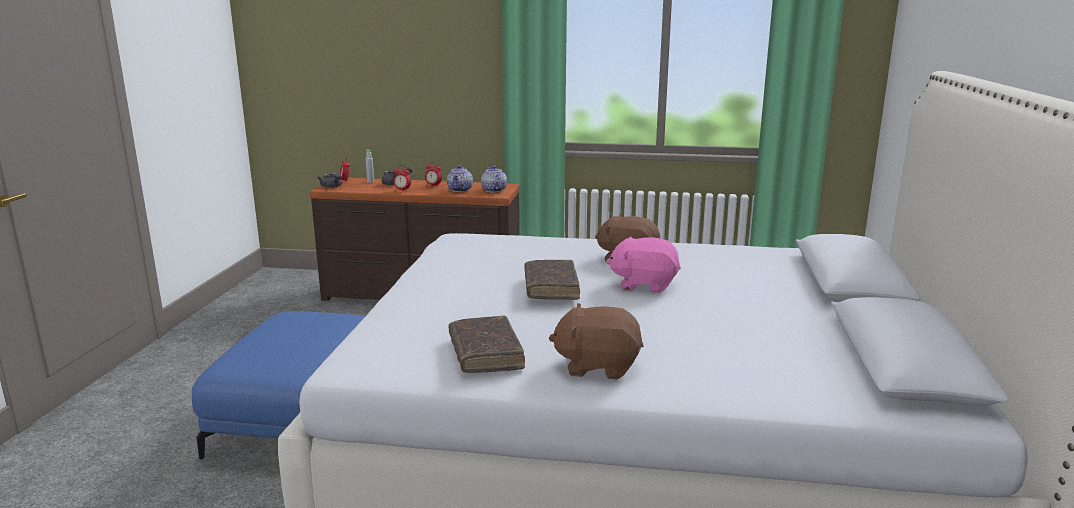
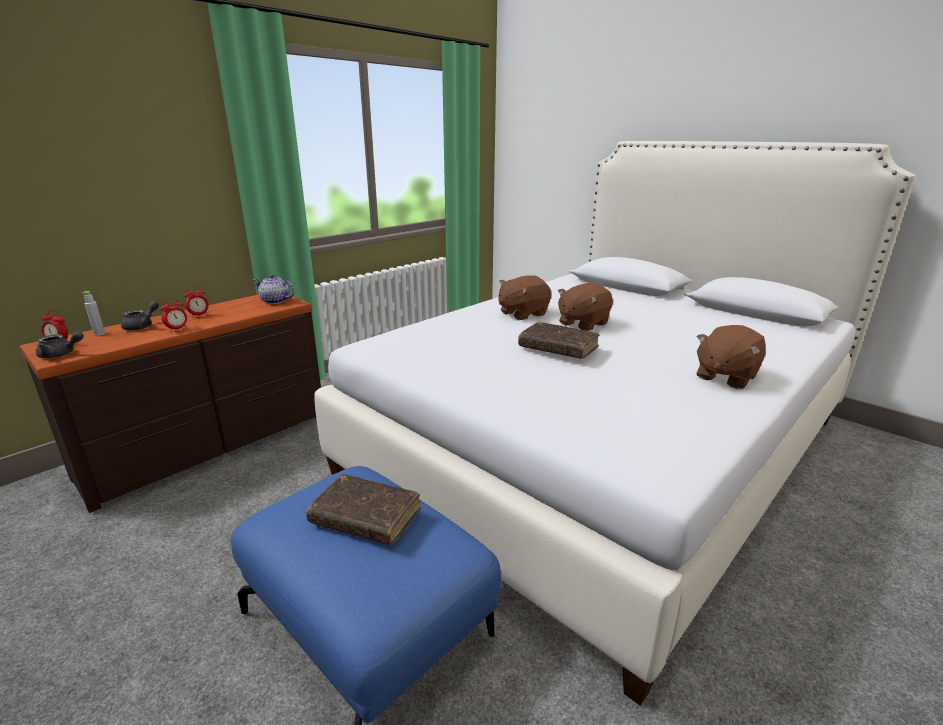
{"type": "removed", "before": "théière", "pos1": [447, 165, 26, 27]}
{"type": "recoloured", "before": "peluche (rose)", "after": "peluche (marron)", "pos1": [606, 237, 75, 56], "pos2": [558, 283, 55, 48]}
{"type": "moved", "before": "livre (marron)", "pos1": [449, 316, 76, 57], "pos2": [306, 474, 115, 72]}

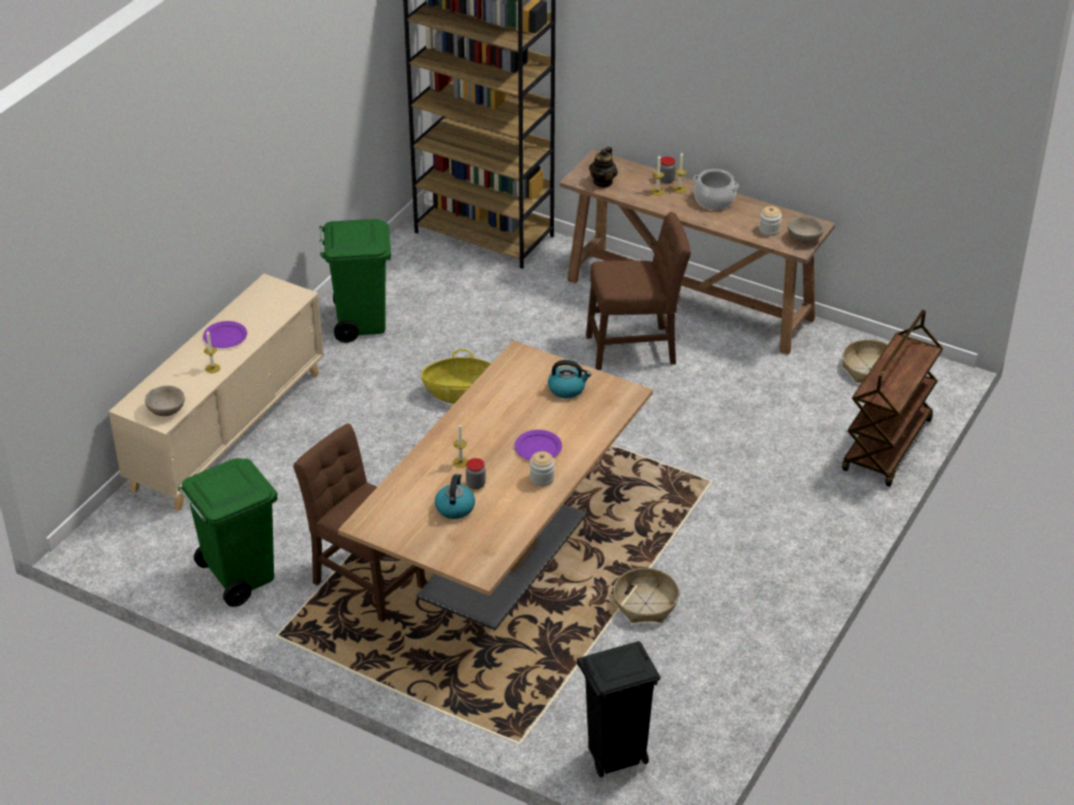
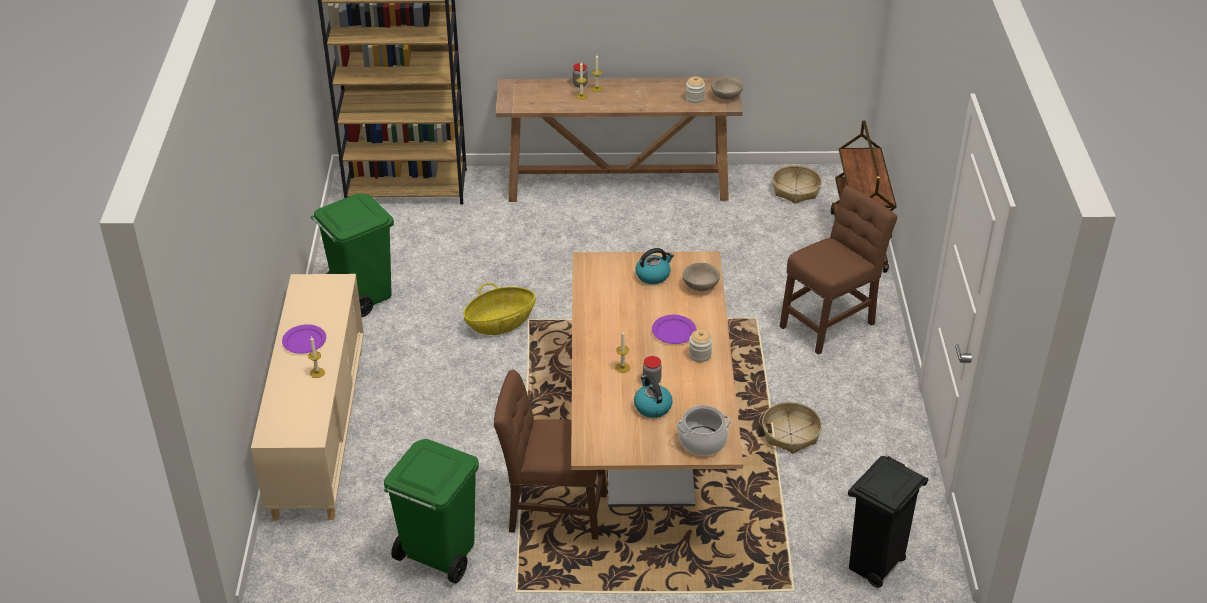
{"type": "removed", "before": "théière", "pos1": [589, 147, 29, 41]}
{"type": "moved", "before": "marmite", "pos1": [693, 169, 46, 41], "pos2": [676, 405, 55, 51]}
{"type": "moved", "before": "chaise (marron)", "pos1": [586, 212, 105, 158], "pos2": [779, 185, 118, 170]}
{"type": "moved", "before": "bol (beige)", "pos1": [145, 386, 40, 30], "pos2": [682, 263, 38, 28]}

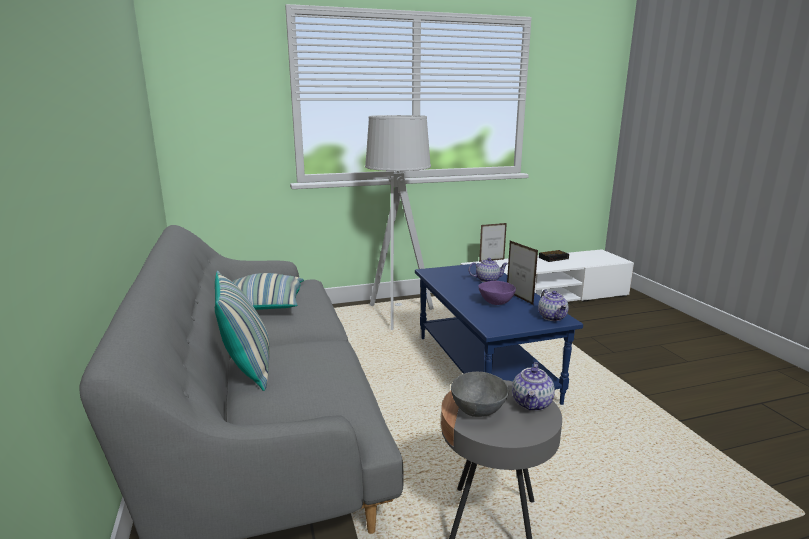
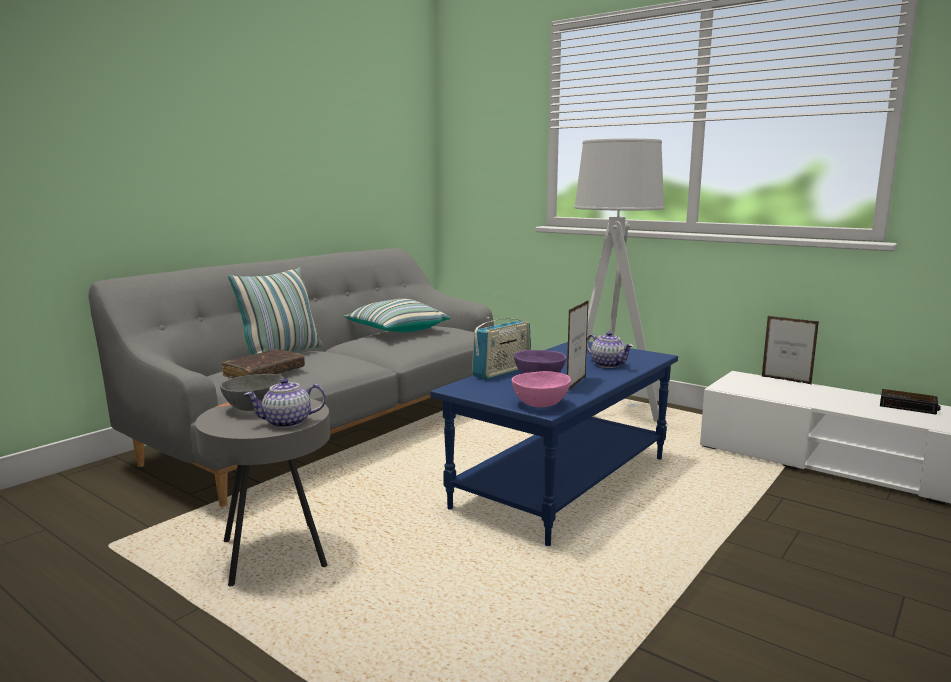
{"type": "replaced", "before": "théière", "after": "bol (rose)", "pos1": [538, 289, 30, 32], "pos2": [512, 371, 59, 36]}
{"type": "added", "after": "radio", "pos2": [472, 317, 59, 63]}
{"type": "added", "after": "livre (marron)", "pos2": [221, 349, 84, 29]}

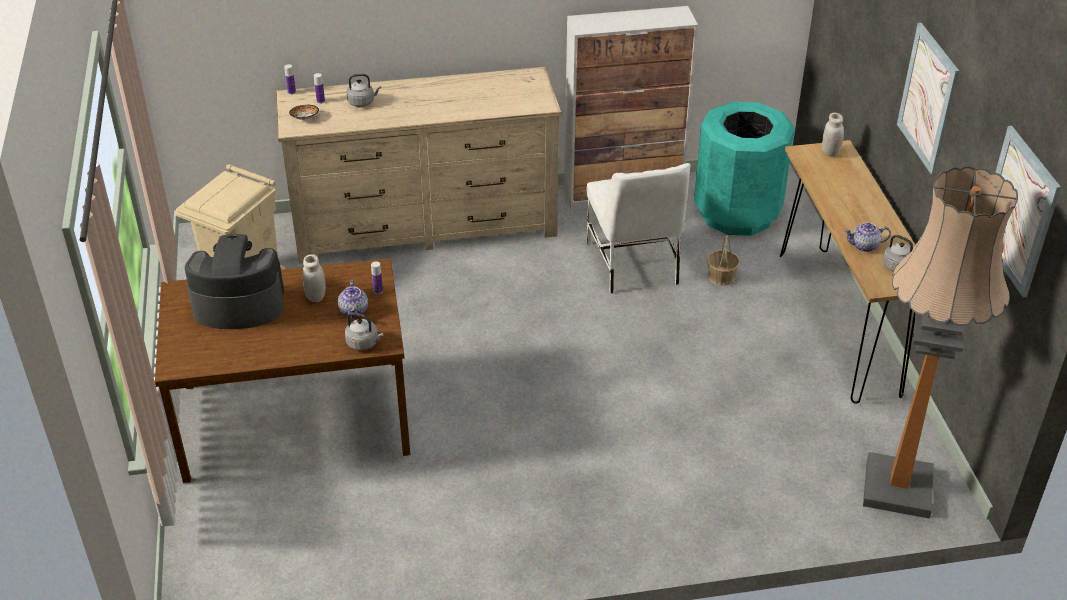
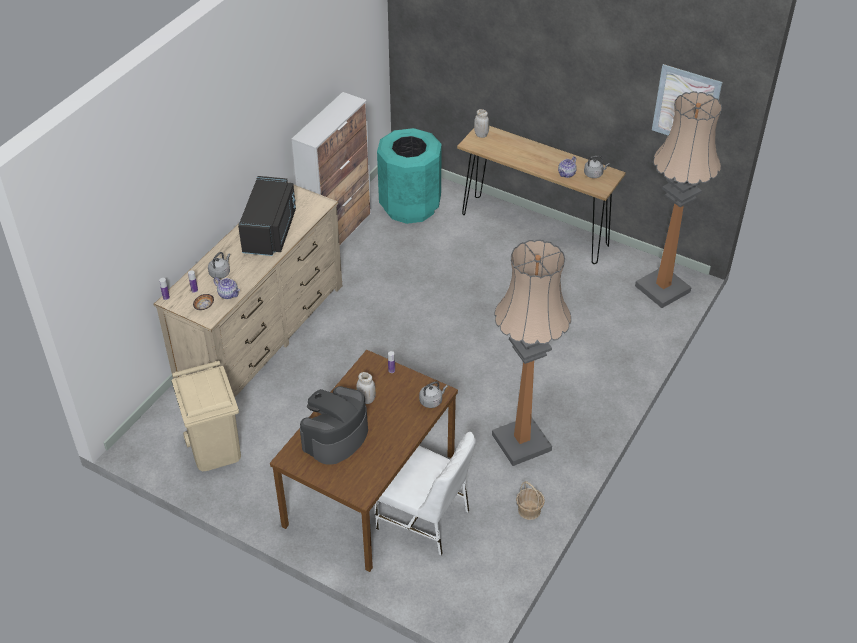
{"type": "removed", "before": "tableau", "pos1": [897, 23, 62, 152]}
{"type": "moved", "before": "chaise (blanc)", "pos1": [586, 163, 104, 131], "pos2": [375, 432, 101, 124]}
{"type": "moved", "before": "panier", "pos1": [707, 235, 33, 51], "pos2": [516, 481, 29, 39]}
{"type": "moved", "before": "théière", "pos1": [338, 280, 30, 39], "pos2": [214, 277, 26, 22]}
{"type": "added", "after": "micro-ondes (noir)", "pos2": [238, 176, 58, 80]}
{"type": "added", "after": "lampadaire", "pos2": [492, 240, 79, 226]}

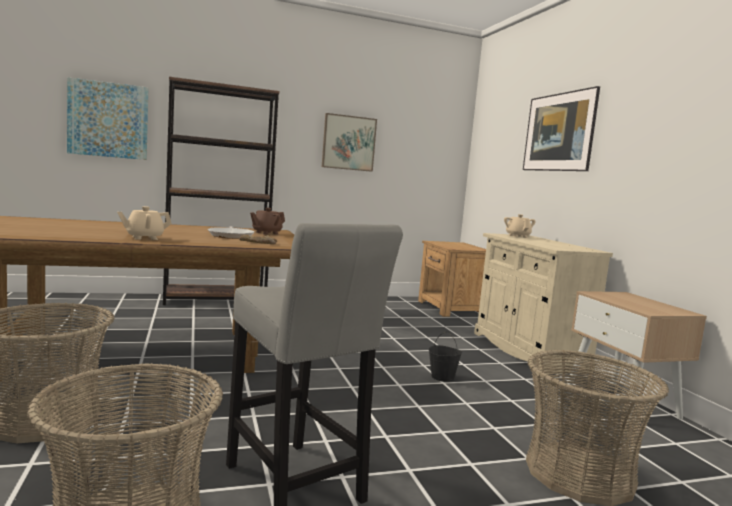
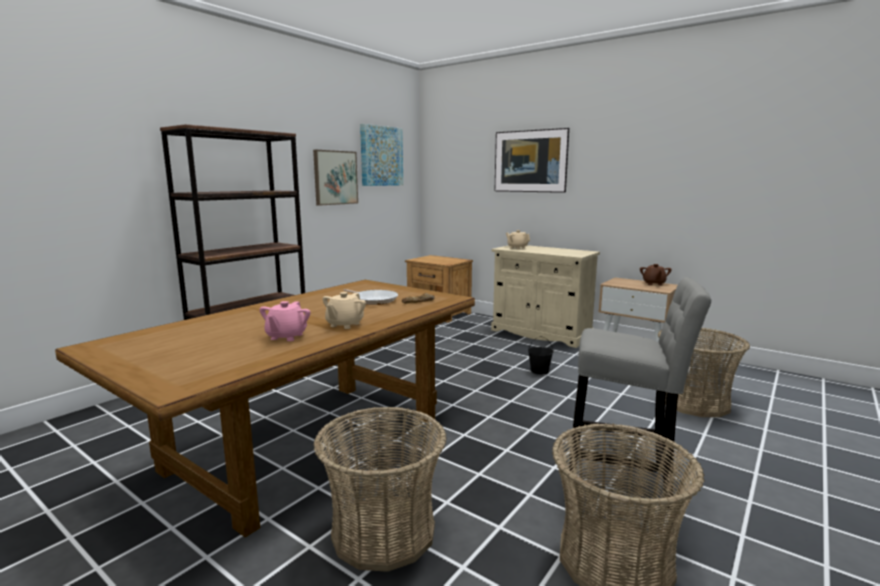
{"type": "moved", "before": "tableau", "pos1": [67, 77, 81, 83], "pos2": [360, 124, 43, 62]}
{"type": "moved", "before": "théière (marron)", "pos1": [250, 208, 35, 27], "pos2": [640, 264, 32, 22]}
{"type": "added", "after": "théière (rose)", "pos2": [260, 301, 50, 40]}

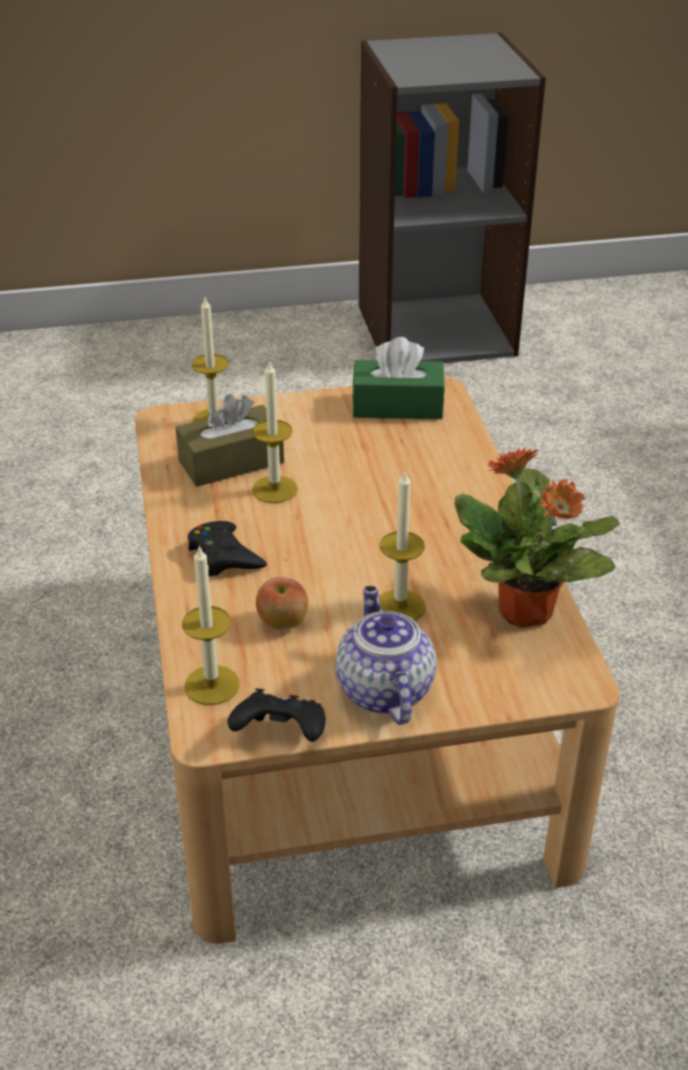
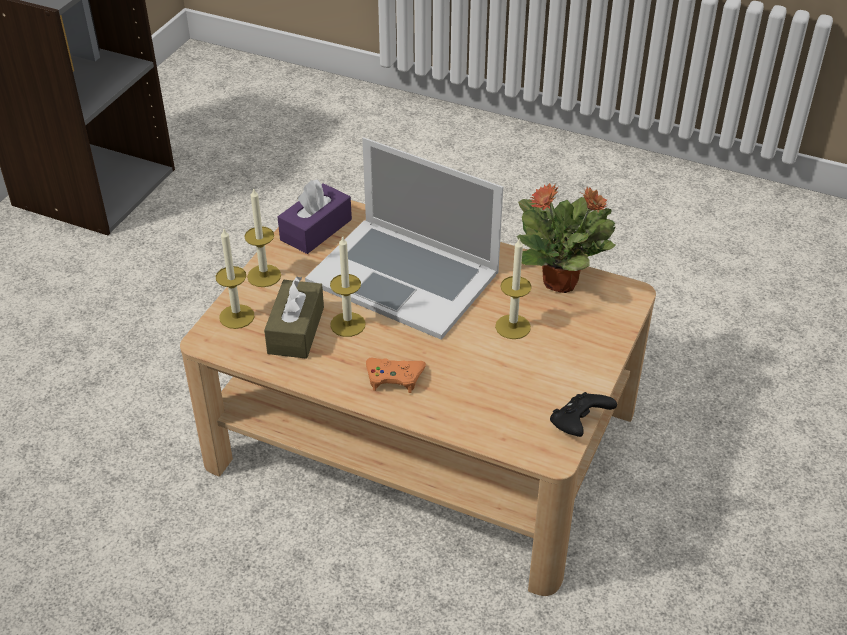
{"type": "recoloured", "before": "boîte à mouchoirs (vert)", "after": "boîte à mouchoirs (violet)", "pos1": [352, 337, 93, 82], "pos2": [277, 179, 75, 75]}
{"type": "recoloured", "before": "manette (noir)", "after": "manette (orange)", "pos1": [188, 521, 79, 56], "pos2": [366, 358, 60, 35]}
{"type": "moved", "before": "bougie", "pos1": [182, 545, 58, 160], "pos2": [244, 187, 37, 100]}
{"type": "removed", "before": "pomme", "pos1": [256, 577, 52, 53]}
{"type": "removed", "before": "théière", "pos1": [335, 586, 102, 139]}
{"type": "added", "after": "ordinateur portable", "pos2": [305, 137, 198, 203]}

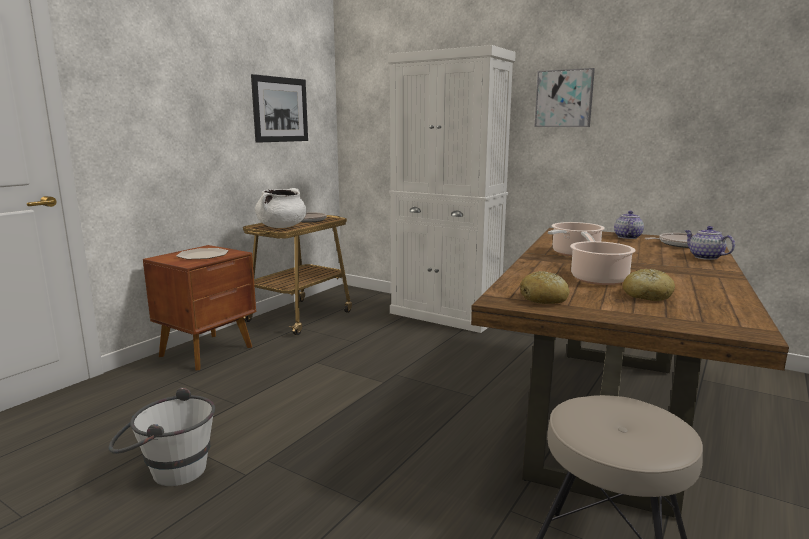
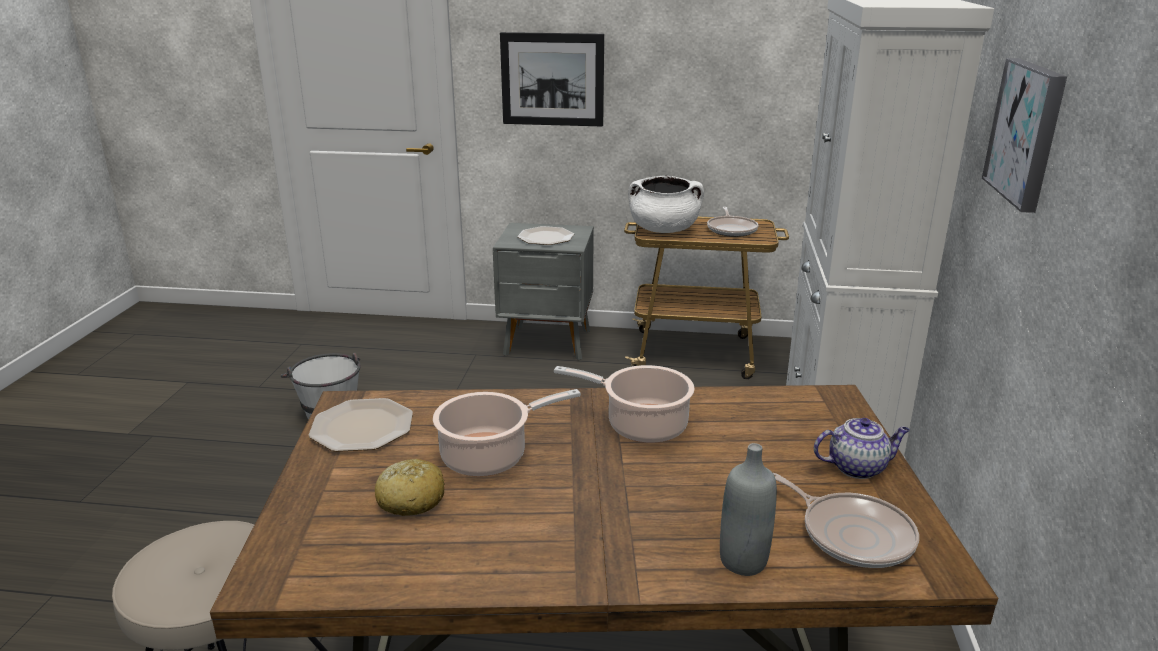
{"type": "moved", "before": "tableau", "pos1": [251, 74, 57, 69], "pos2": [500, 32, 104, 94]}
{"type": "replaced", "before": "théière", "after": "bouteille (gris)", "pos1": [684, 226, 51, 34], "pos2": [720, 443, 57, 133]}
{"type": "recoloured", "before": "table de chevet (marron)", "after": "table de chevet (gris)", "pos1": [143, 245, 113, 125], "pos2": [493, 223, 101, 137]}
{"type": "replaced", "before": "pain", "after": "assiette", "pos1": [520, 271, 50, 33], "pos2": [309, 398, 104, 54]}

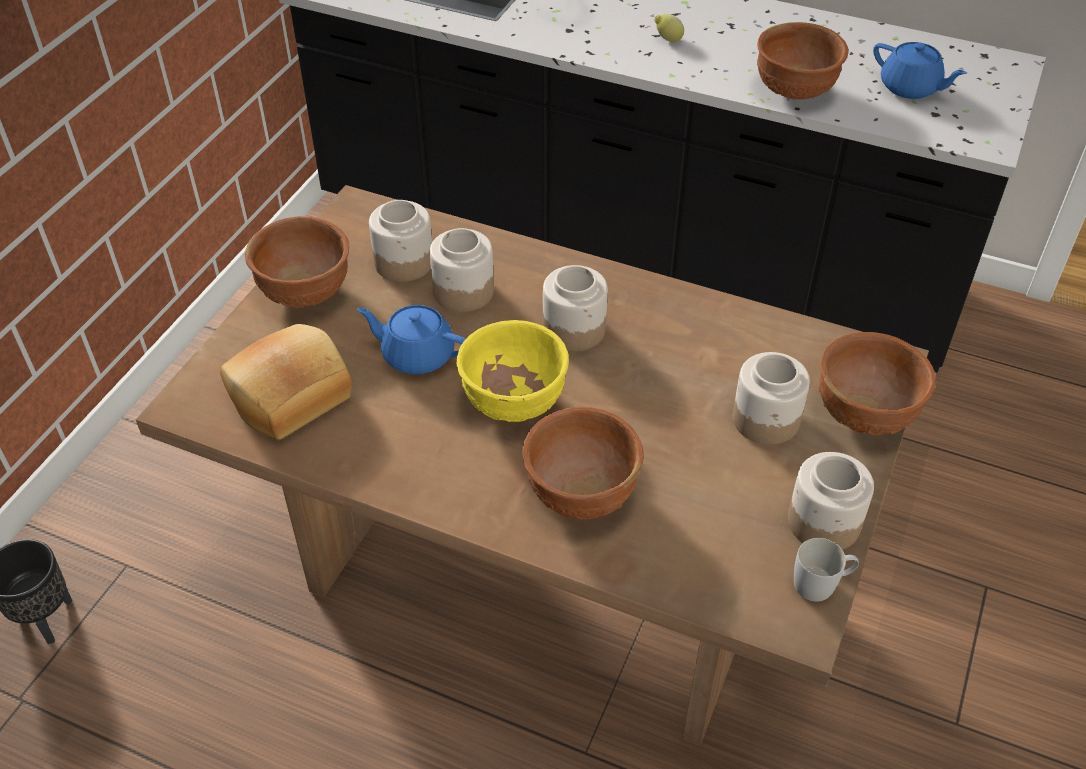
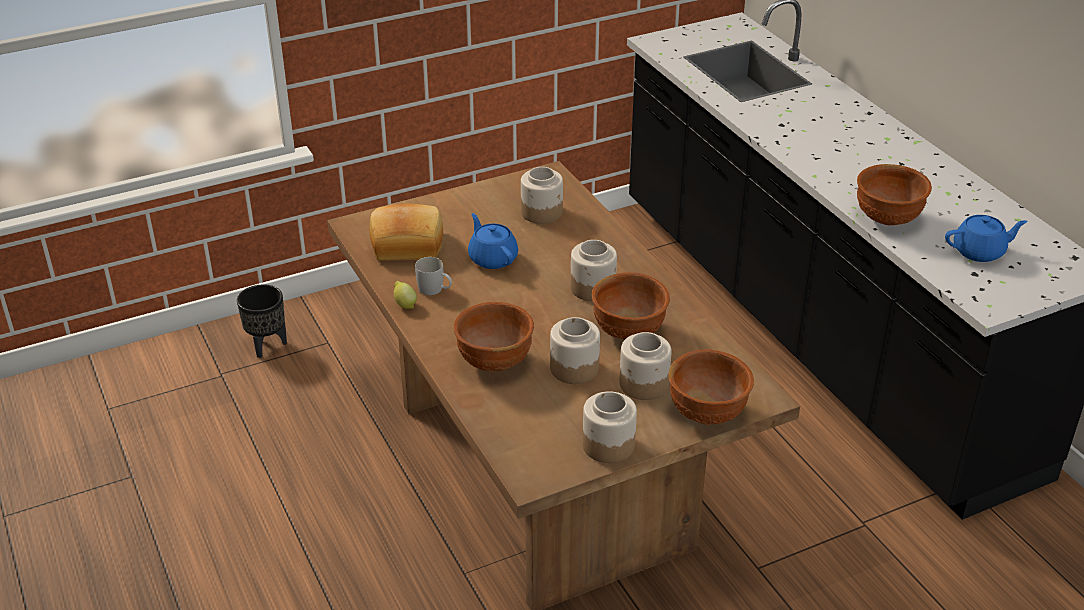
{"type": "moved", "before": "citron", "pos1": [654, 14, 30, 28], "pos2": [394, 281, 23, 28]}
{"type": "turned", "before": "théière (bleu)", "pos1": [873, 42, 94, 57], "pos2": [945, 215, 82, 47], "turn": -90}
{"type": "moved", "before": "bol (marron)", "pos1": [245, 216, 104, 92], "pos2": [592, 272, 78, 68]}
{"type": "moved", "before": "bocal", "pos1": [430, 228, 64, 84], "pos2": [550, 317, 50, 67]}
{"type": "removed", "before": "bol (jaune)", "pos1": [457, 320, 112, 102]}
{"type": "moved", "before": "mug (blanc)", "pos1": [794, 538, 65, 64], "pos2": [415, 257, 37, 38]}

